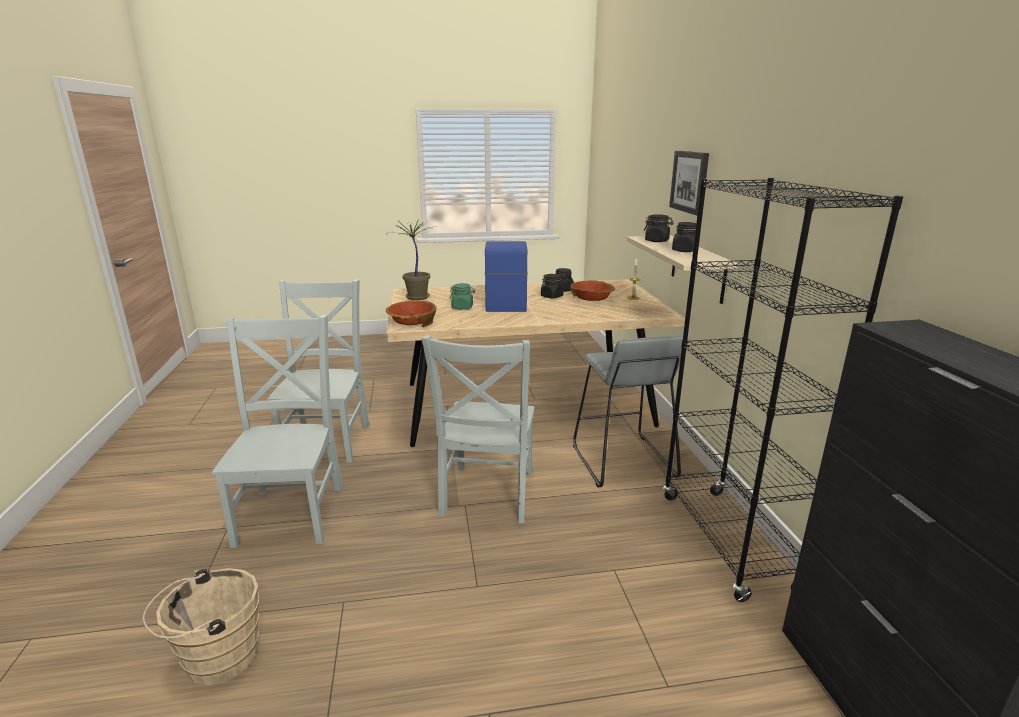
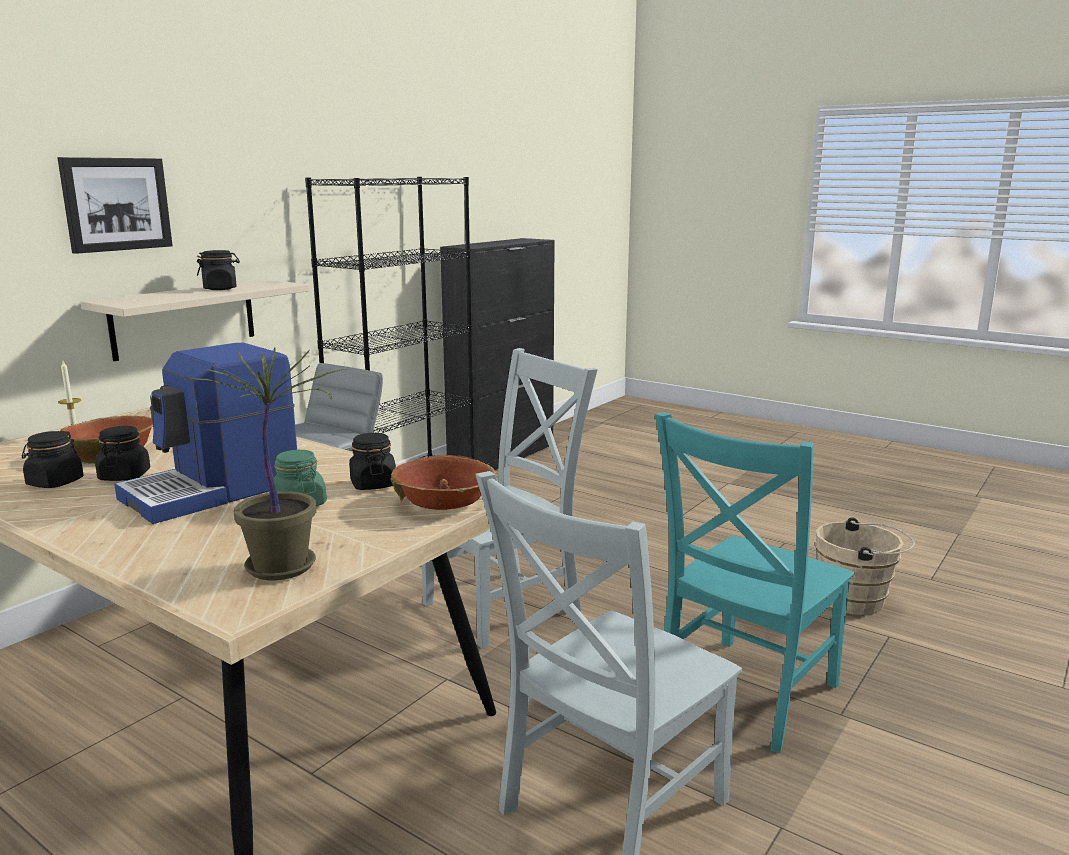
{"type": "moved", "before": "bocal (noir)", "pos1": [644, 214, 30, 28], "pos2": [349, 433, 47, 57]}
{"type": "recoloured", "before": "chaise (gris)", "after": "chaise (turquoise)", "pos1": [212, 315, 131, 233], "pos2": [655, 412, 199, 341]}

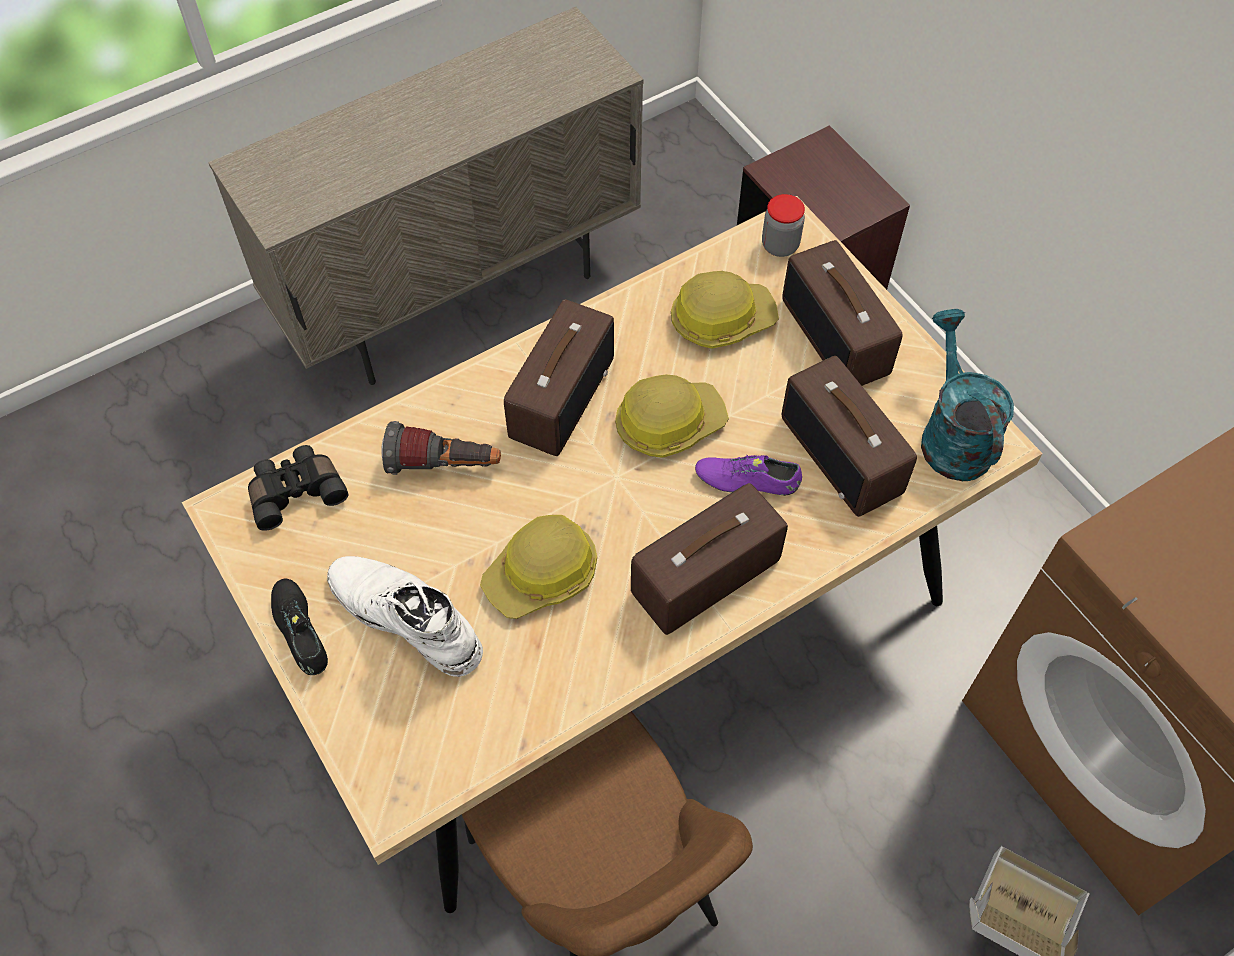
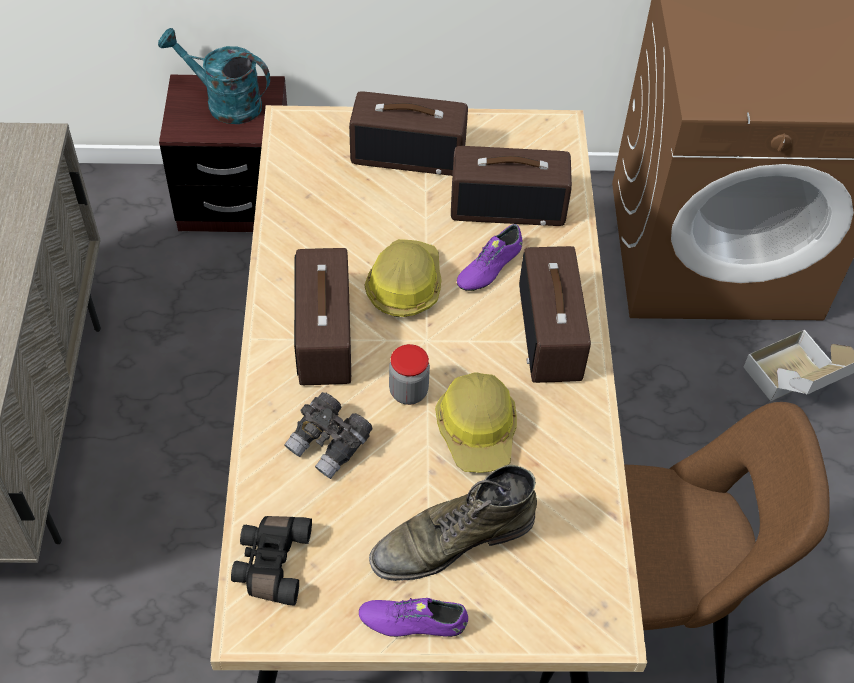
{"type": "moved", "before": "bocal", "pos1": [762, 194, 43, 63], "pos2": [389, 344, 41, 61]}
{"type": "removed", "before": "casque de chantier", "pos1": [671, 271, 108, 77]}
{"type": "turned", "before": "radio", "pos1": [504, 299, 110, 157], "pos2": [294, 248, 57, 137], "turn": -150}
{"type": "moved", "before": "arrosoir (turquoise)", "pos1": [921, 309, 93, 172], "pos2": [158, 28, 112, 96]}
{"type": "replaced", "before": "lampe de poche", "after": "jumelles (gris)", "pos1": [381, 421, 120, 54], "pos2": [284, 392, 89, 87]}
{"type": "recoloured", "before": "botte (blanc)", "after": "botte (vert)", "pos1": [327, 556, 156, 121], "pos2": [369, 465, 168, 116]}
{"type": "recoloured", "before": "chaussure (noir)", "after": "chaussure (violet)", "pos1": [271, 578, 57, 97], "pos2": [359, 598, 109, 39]}

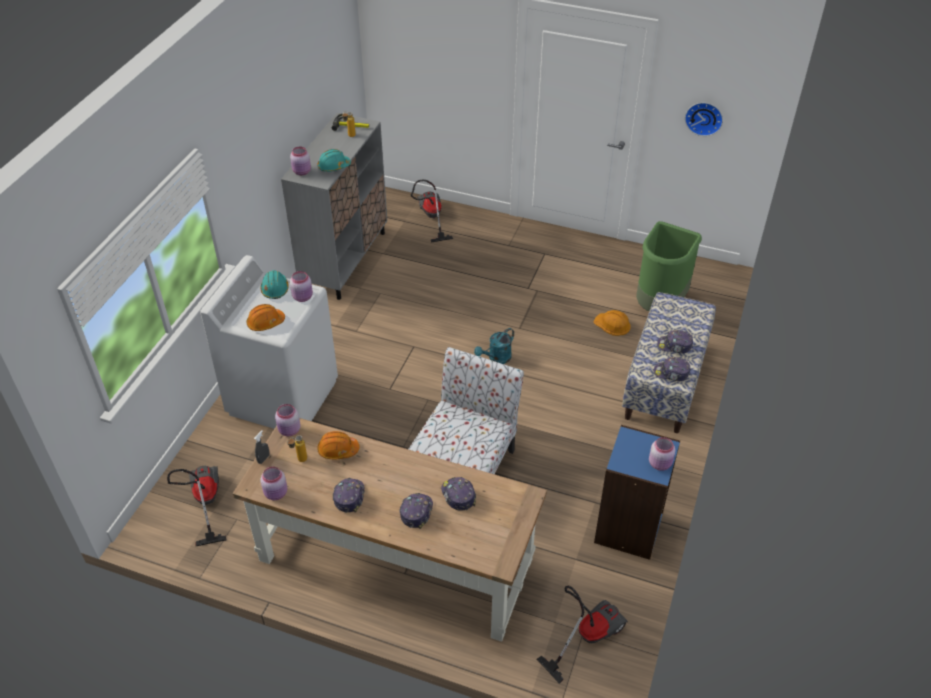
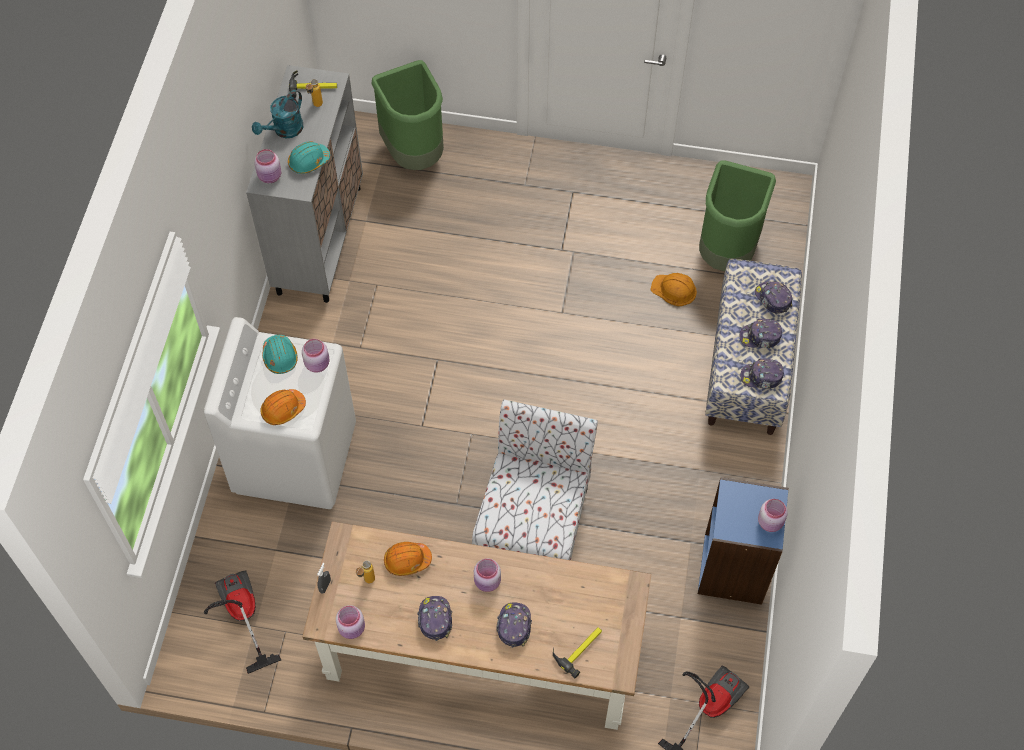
{"type": "removed", "before": "horloge murale", "pos1": [685, 103, 38, 33]}
{"type": "replaced", "before": "aspirateur", "after": "poubelle (vert)", "pos1": [411, 180, 42, 63], "pos2": [371, 60, 73, 110]}
{"type": "moved", "before": "arrosoir (turquoise)", "pos1": [474, 328, 40, 36], "pos2": [252, 90, 51, 48]}
{"type": "moved", "before": "bocal (rose)", "pos1": [275, 404, 25, 32], "pos2": [474, 558, 27, 34]}
{"type": "moved", "before": "casquette", "pos1": [441, 477, 35, 34], "pos2": [755, 281, 38, 33]}
{"type": "added", "after": "marteau", "pos2": [553, 627, 49, 51]}

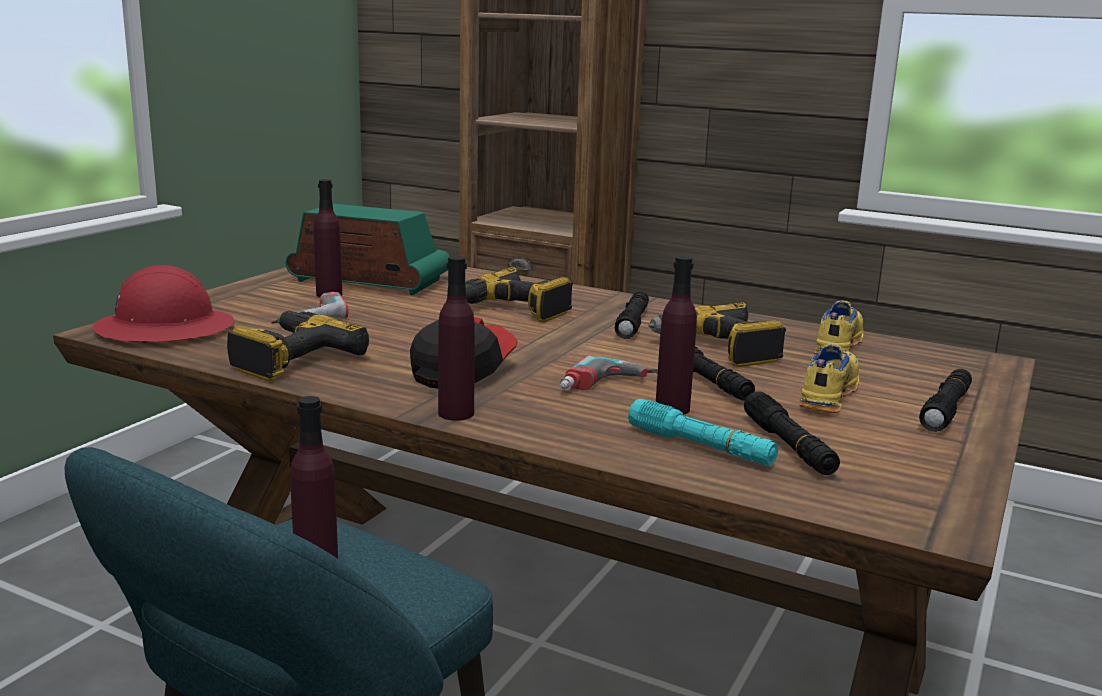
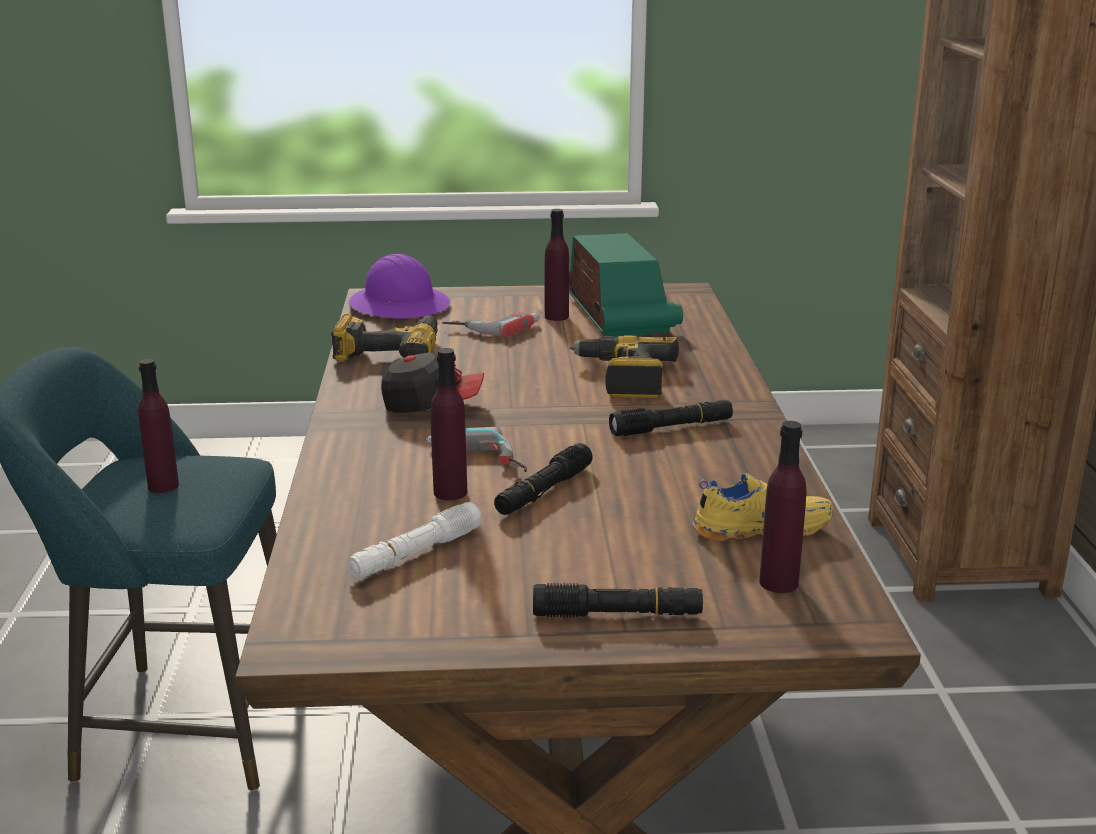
{"type": "moved", "before": "bouteille (violet)", "pos1": [438, 256, 37, 165], "pos2": [759, 421, 47, 172]}
{"type": "recoloured", "before": "casque de chantier (rouge)", "after": "casque de chantier (violet)", "pos1": [92, 265, 142, 78], "pos2": [349, 254, 101, 65]}
{"type": "removed", "before": "perceuse", "pos1": [648, 303, 138, 64]}
{"type": "removed", "before": "chaussure (jaune)", "pos1": [800, 344, 59, 69]}
{"type": "recoloured", "before": "lampe de poche (noir)", "after": "lampe de poche (blanc)", "pos1": [744, 391, 96, 84], "pos2": [347, 502, 135, 77]}
{"type": "removed", "before": "lampe de poche (turquoise)", "pos1": [628, 399, 150, 67]}

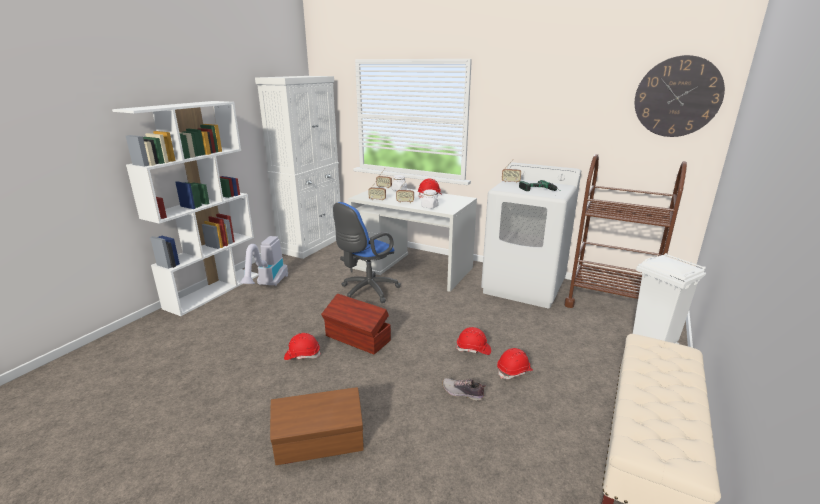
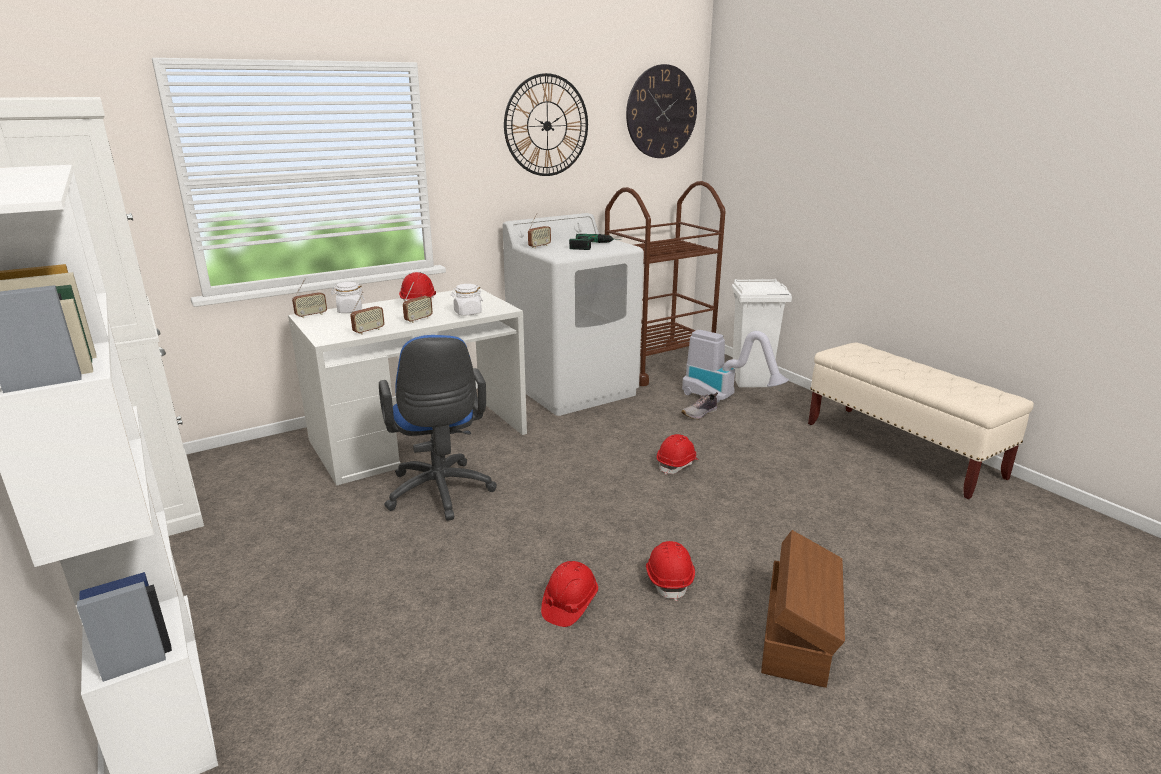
{"type": "moved", "before": "aspirateur", "pos1": [239, 236, 49, 50], "pos2": [682, 330, 107, 72]}
{"type": "removed", "before": "boîte de rangement (marron)", "pos1": [321, 293, 70, 61]}
{"type": "moved", "before": "casque de chantier (rouge)", "pos1": [497, 348, 36, 31], "pos2": [646, 541, 49, 60]}
{"type": "moved", "before": "chaussure", "pos1": [442, 378, 44, 23], "pos2": [681, 392, 37, 27]}
{"type": "added", "after": "horloge murale", "pos2": [504, 73, 84, 103]}

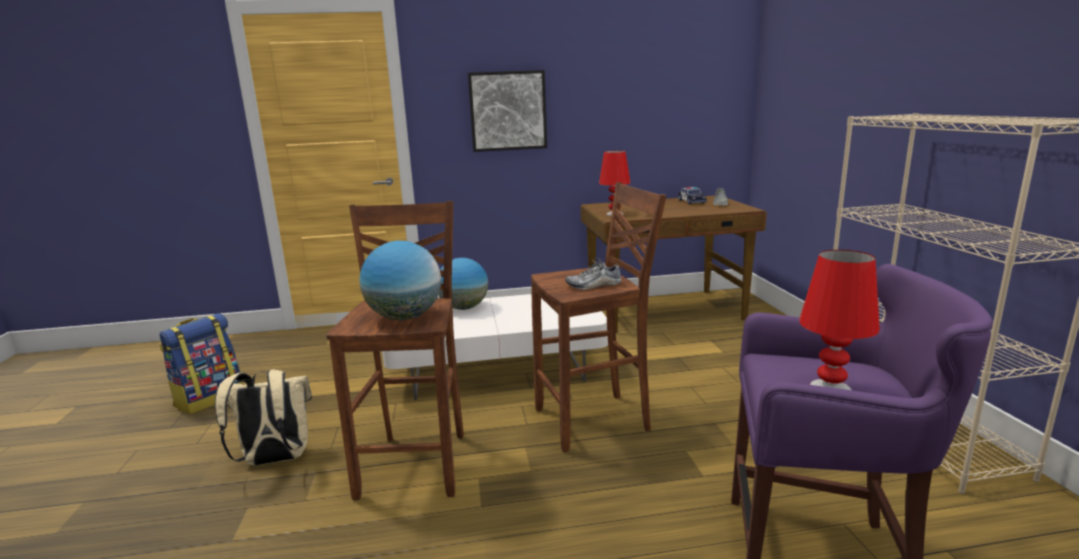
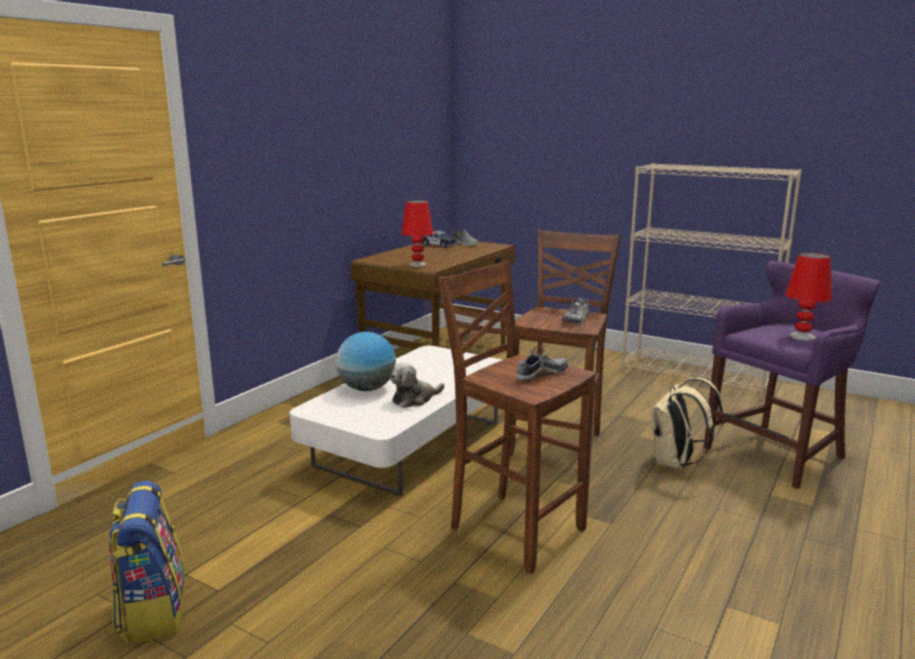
{"type": "removed", "before": "tableau", "pos1": [468, 70, 79, 82]}
{"type": "replaced", "before": "globe", "after": "chaussure", "pos1": [359, 241, 82, 79], "pos2": [516, 346, 52, 36]}
{"type": "moved", "before": "sac à dos (beige)", "pos1": [215, 369, 97, 97], "pos2": [651, 378, 73, 92]}
{"type": "added", "after": "peluche", "pos2": [390, 362, 54, 46]}

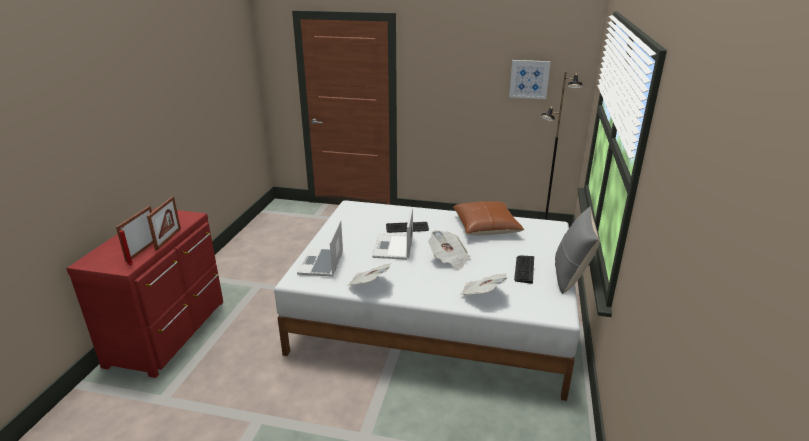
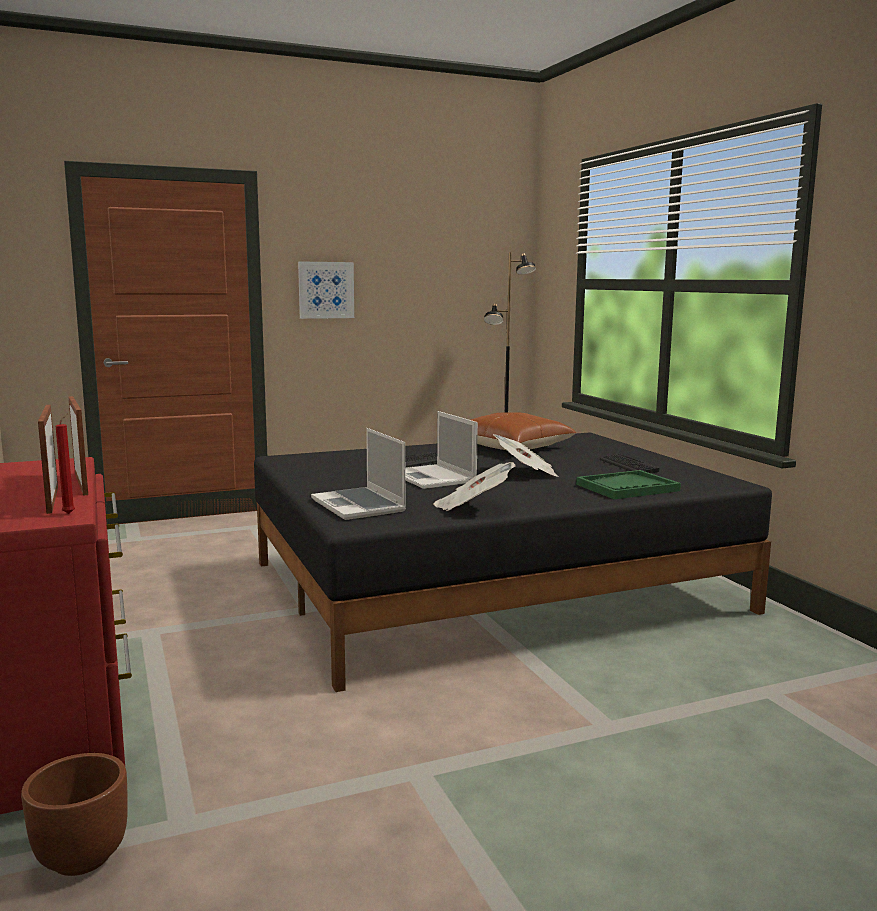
{"type": "moved", "before": "tableau", "pos1": [509, 60, 41, 39], "pos2": [298, 261, 56, 58]}
{"type": "recoloured", "before": "lit (blanc)", "after": "lit (noir)", "pos1": [274, 200, 306, 201], "pos2": [254, 432, 518, 260]}
{"type": "removed", "before": "coussin (gris)", "pos1": [555, 206, 45, 88]}
{"type": "replaced", "before": "journal", "after": "plateau (vert)", "pos1": [460, 273, 48, 22], "pos2": [576, 470, 105, 29]}
{"type": "added", "after": "cache-pot (marron)", "pos2": [21, 753, 107, 123]}

